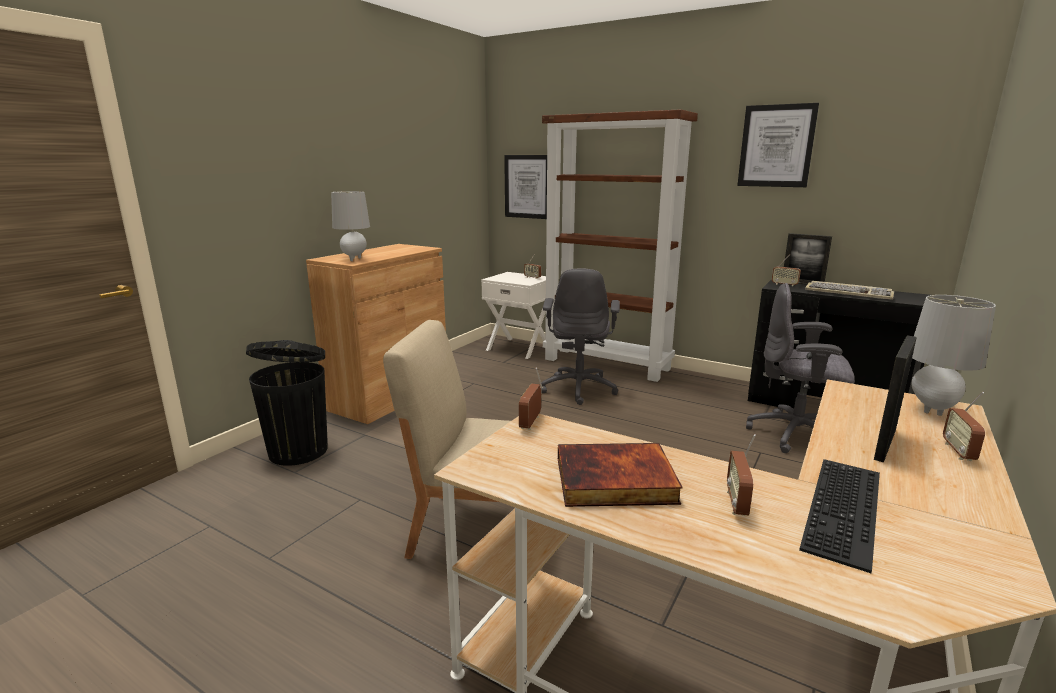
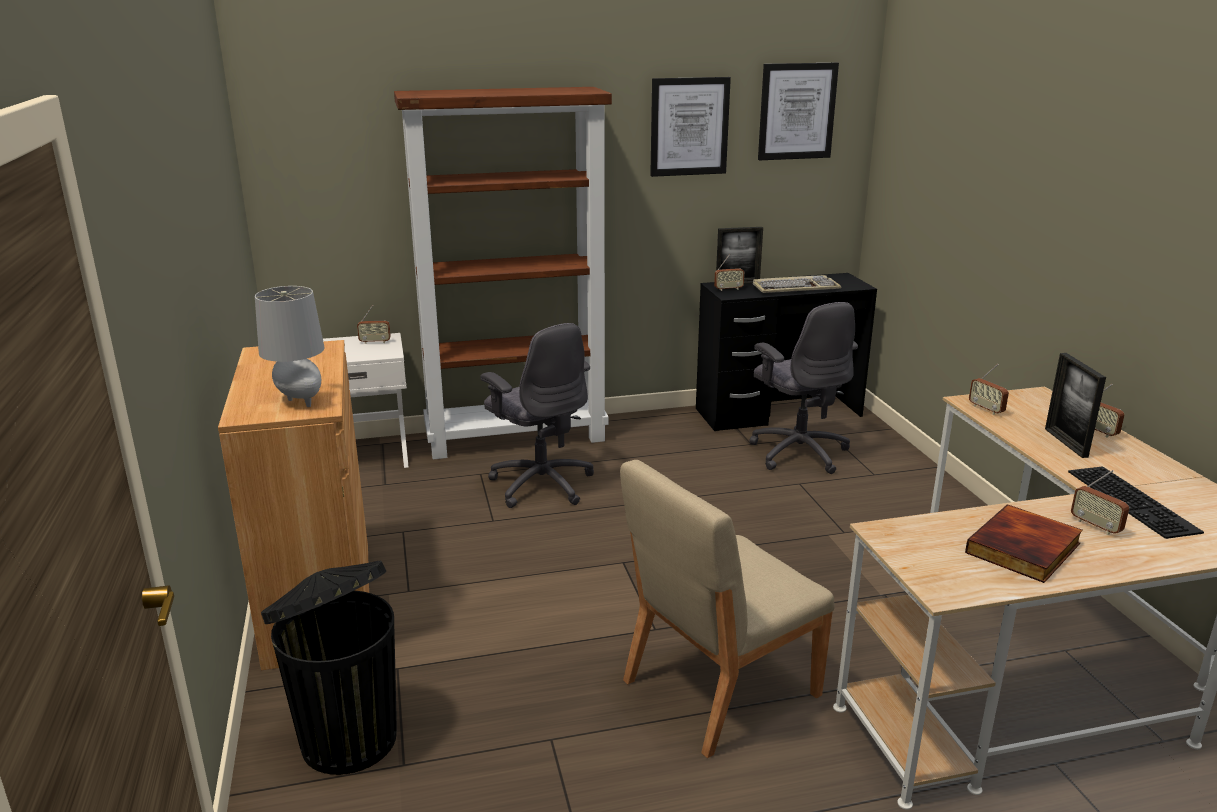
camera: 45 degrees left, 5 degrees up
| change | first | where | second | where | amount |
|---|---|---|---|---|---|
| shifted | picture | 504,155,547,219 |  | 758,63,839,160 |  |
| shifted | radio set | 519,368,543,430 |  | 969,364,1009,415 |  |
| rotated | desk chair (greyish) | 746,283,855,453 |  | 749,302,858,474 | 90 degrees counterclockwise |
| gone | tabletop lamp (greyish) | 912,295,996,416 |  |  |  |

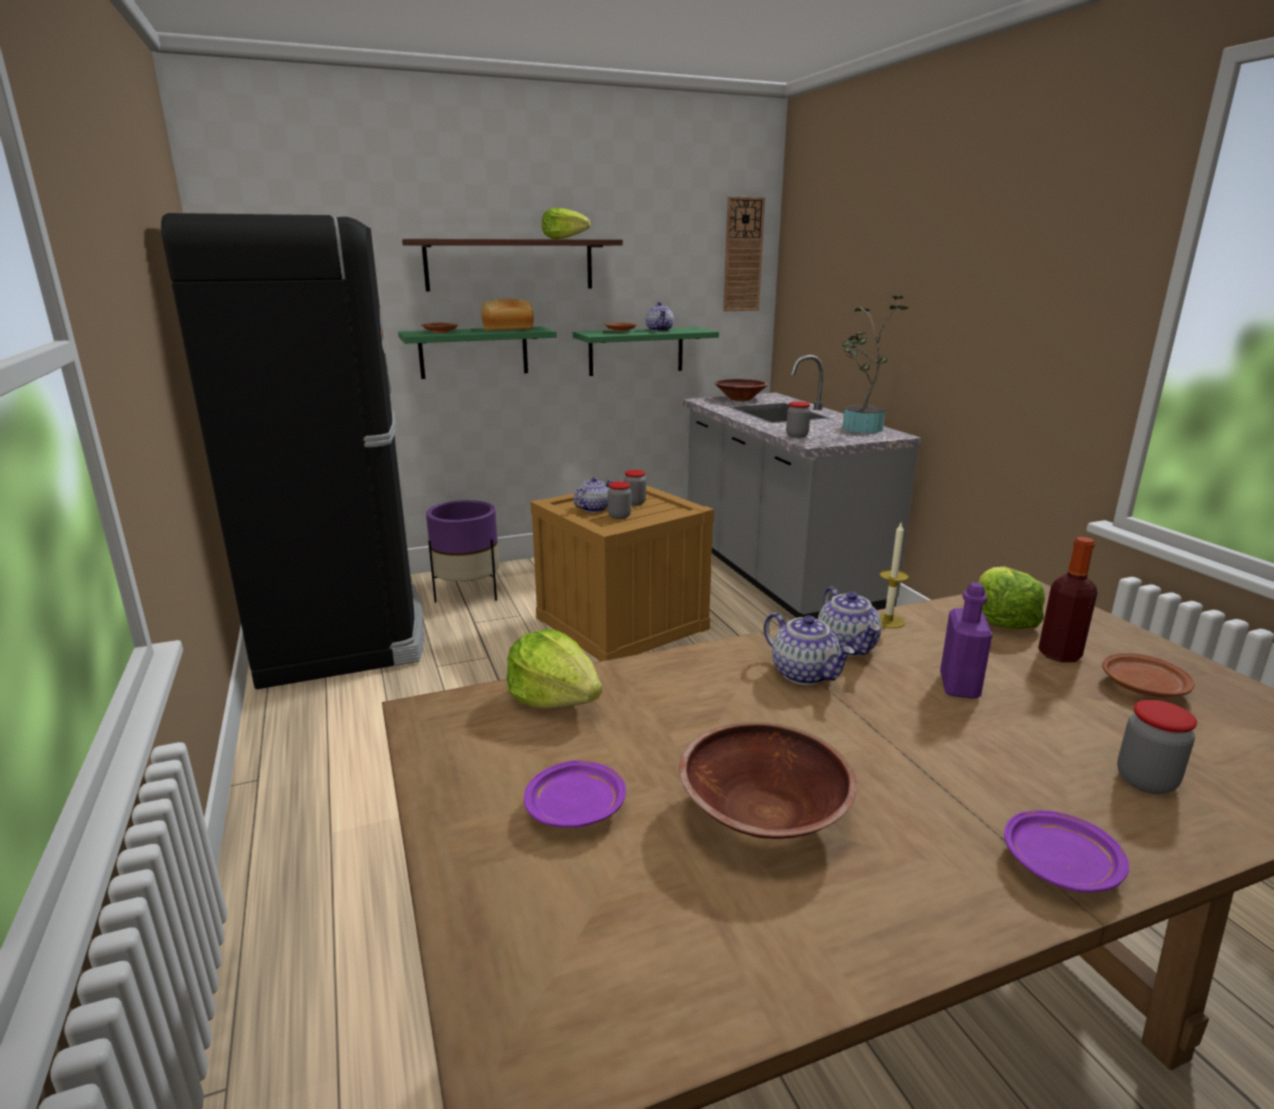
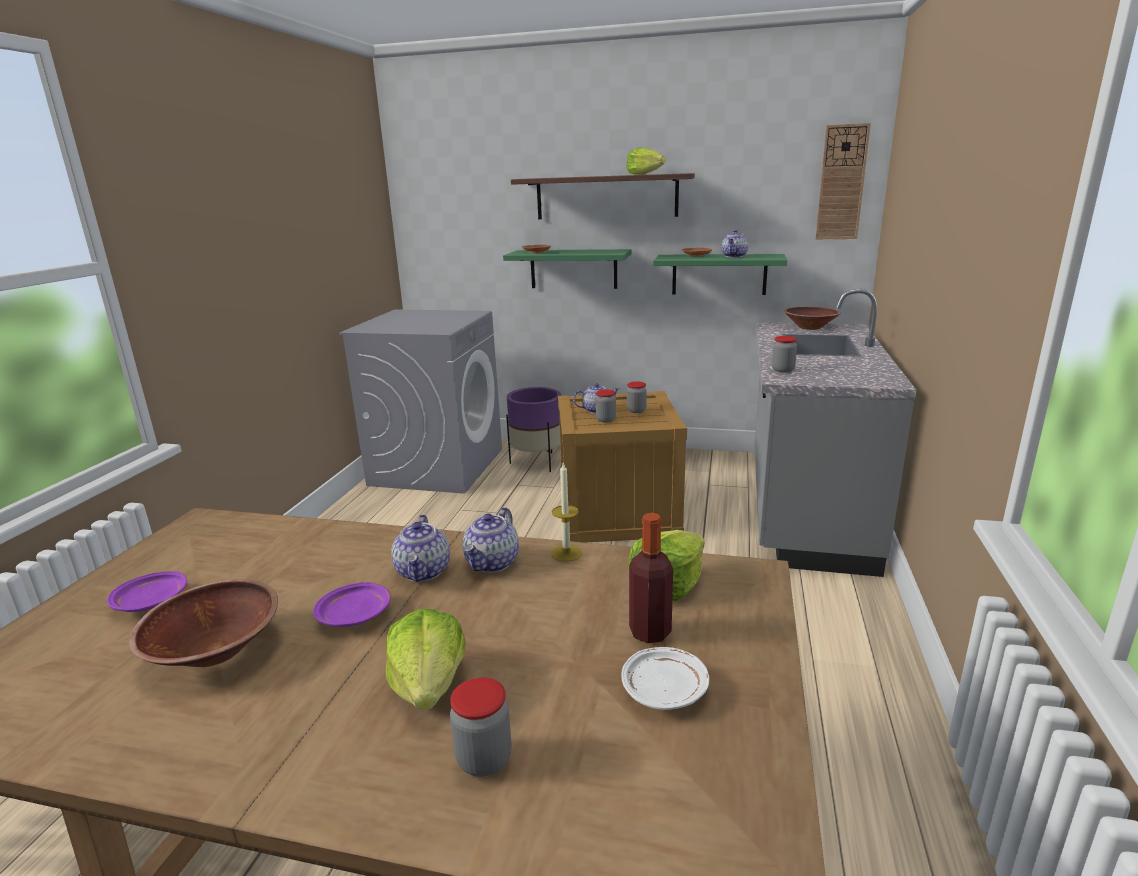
camera: 35 degrees right, 0 degrees up
| change | first | where | second | where | amount |
|---|---|---|---|---|---|
| swapped | fridge (blackish) | 161,213,424,689 | washing machine (greyish) | 339,310,502,494 |  |
| gone | bakery bread | 482,298,534,331 |  |  |  |
| shifted | head of lettuce | 507,629,602,708 |  | 386,609,466,710 |  |
| gone | plant in a pot | 842,296,908,433 |  |  |  |
| gone | drink bottle (purple-coloured) | 940,582,992,699 |  |  |  |
| shifted | flat dish (purple-coloured) | 1004,810,1129,893 |  | 313,582,390,627 |  |
| repainted | flat dish (brown-coloured) | 1102,653,1195,697 | flat dish (whitish) | 621,647,709,710 |  |

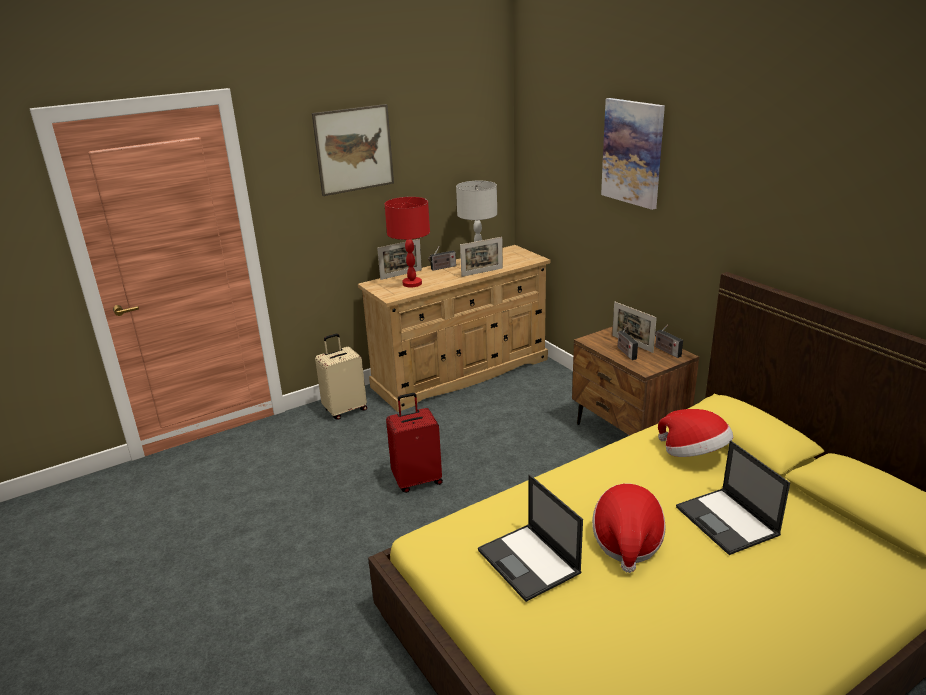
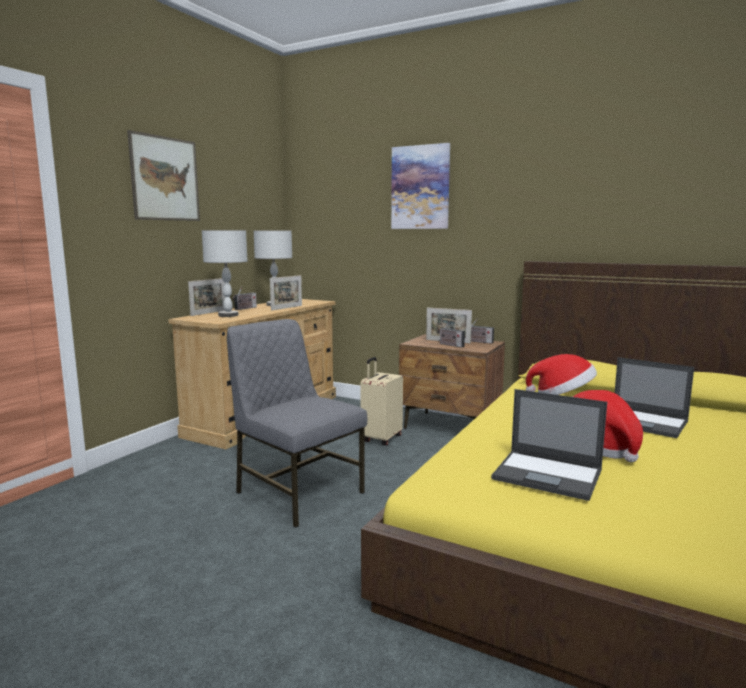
camera: 30 degrees left, 15 degrees down
| change | first | where | second | where | amount |
|---|---|---|---|---|---|
| shifted | suitcase (sand-coloured) | 315,334,367,420 |  | 360,357,403,446 |  |
| repainted | tabletop lamp (red-coloured) | 385,197,430,288 | tabletop lamp (greyish) | 202,230,248,317 |  |
| swapped | suitcase (red-coloured) | 386,393,443,493 | chair (greyish) | 227,319,367,528 |  |

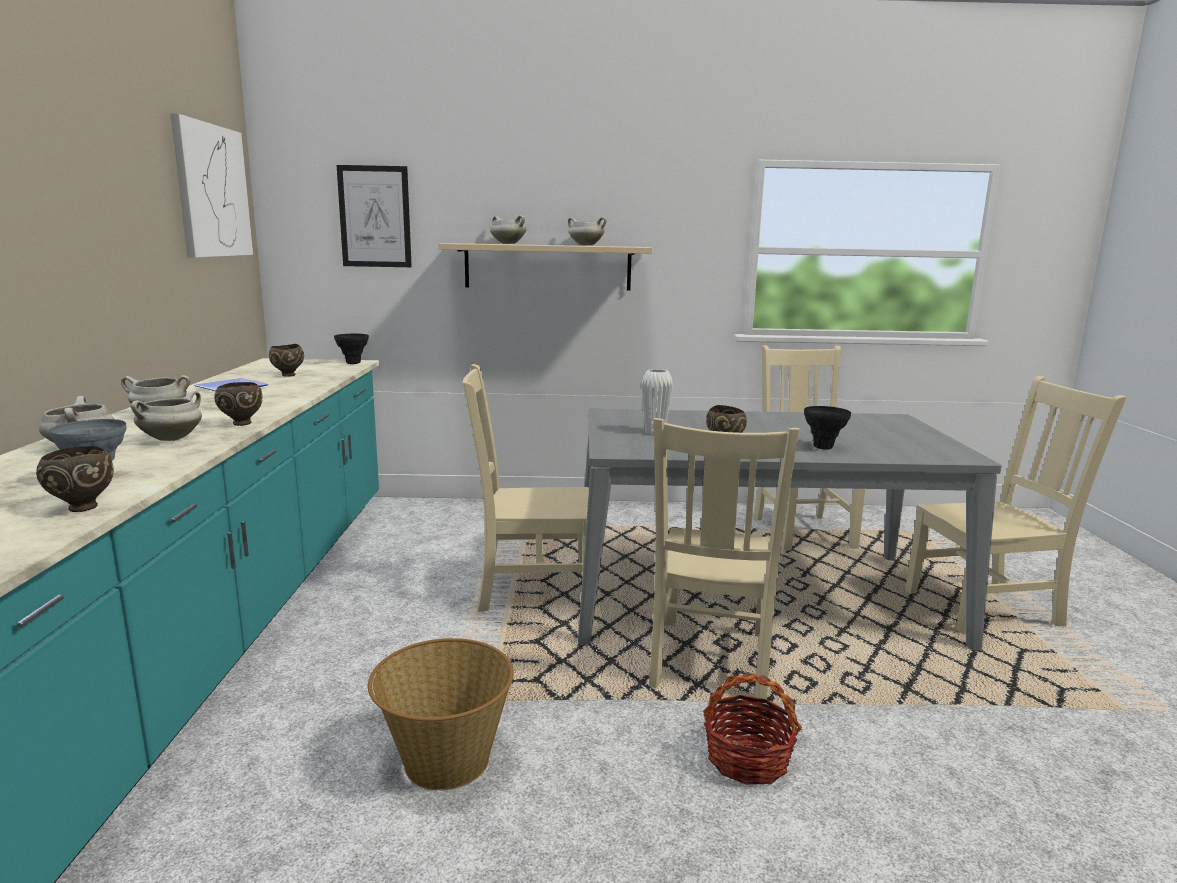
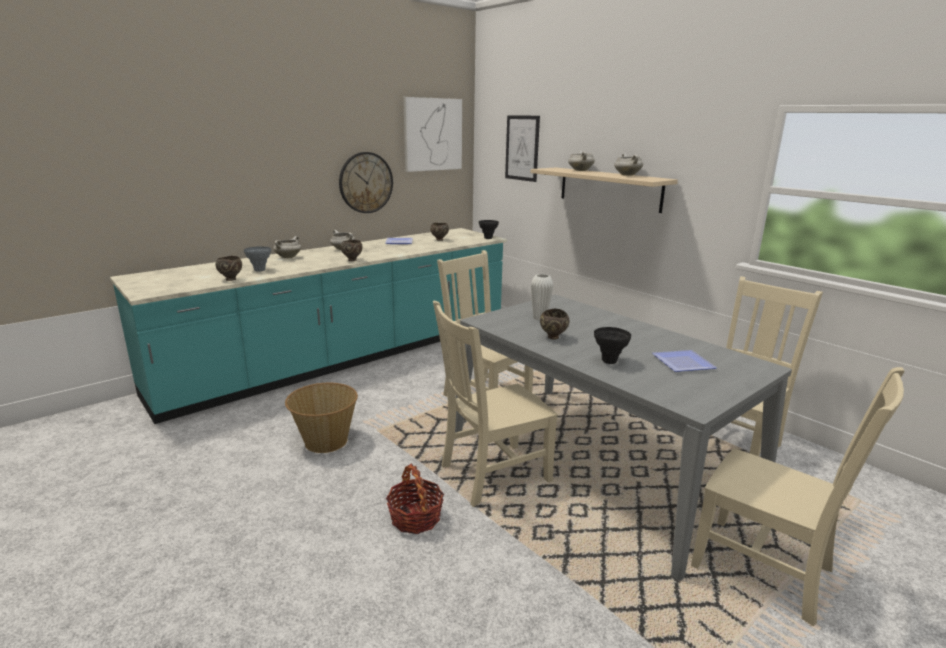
camera: 50 degrees right, 5 degrees up
| change | first | where | second | where | amount |
|---|---|---|---|---|---|
| gone | stockpot (whitish) | 131,391,202,441 |  |  |  |
| new |  |  | hanging clock | 339,152,393,213 |  |
| new |  |  | flat dish | 652,350,717,372 |  |

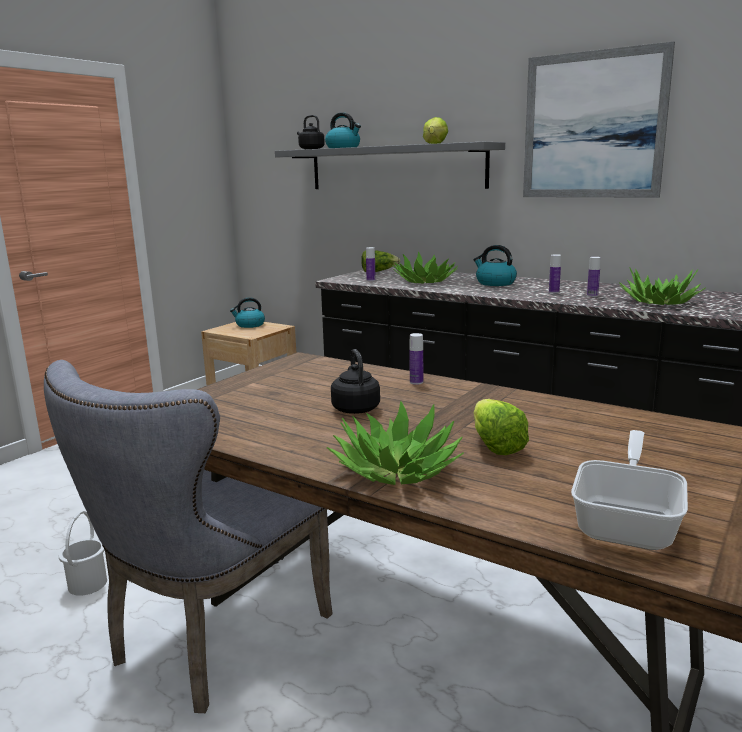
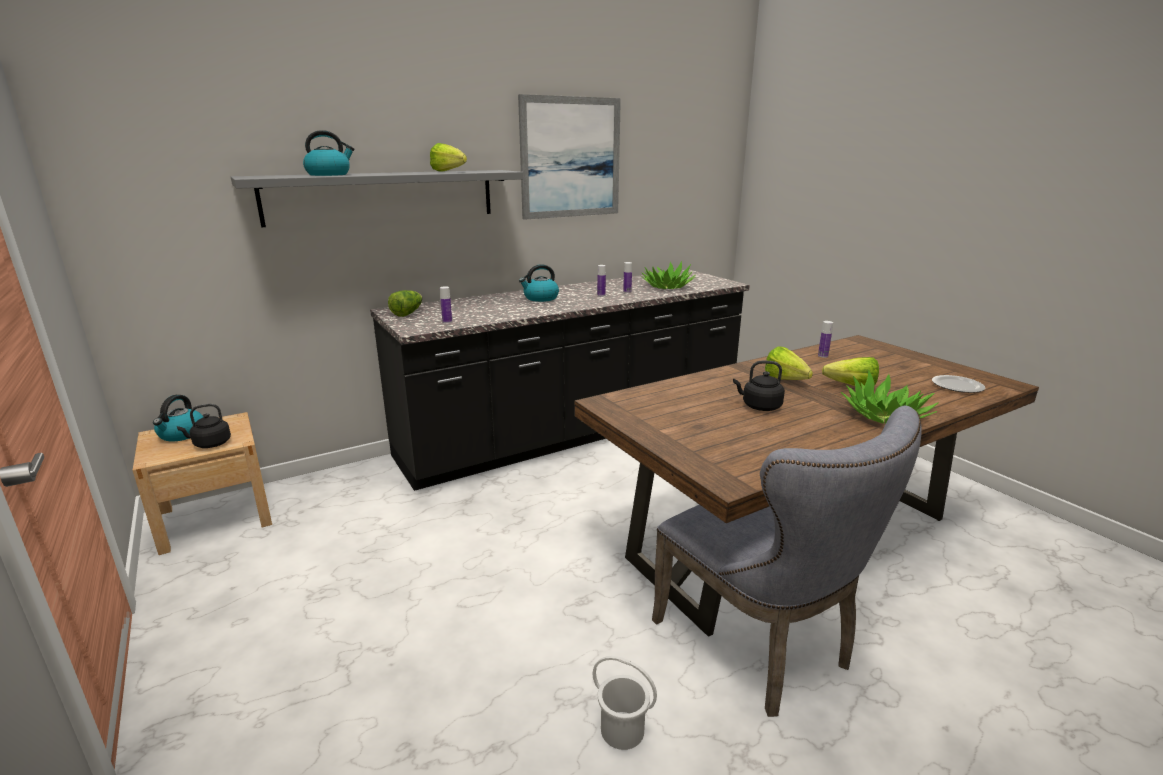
camera: 65 degrees left, 5 degrees up
| change | first | where | second | where | amount |
|---|---|---|---|---|---|
| shifted | tea kettle (blackish) | 297,115,325,149 |  | 177,404,231,448 |  |
| gone | plant in a pot | 392,251,458,284 |  |  |  |
| shifted | drink bottle | 409,333,423,385 |  | 818,321,833,358 |  |
| swapped | pan | 571,430,688,550 | flat dish | 932,375,985,393 |  |
| new |  |  | head of lettuce | 765,347,813,380 |  |

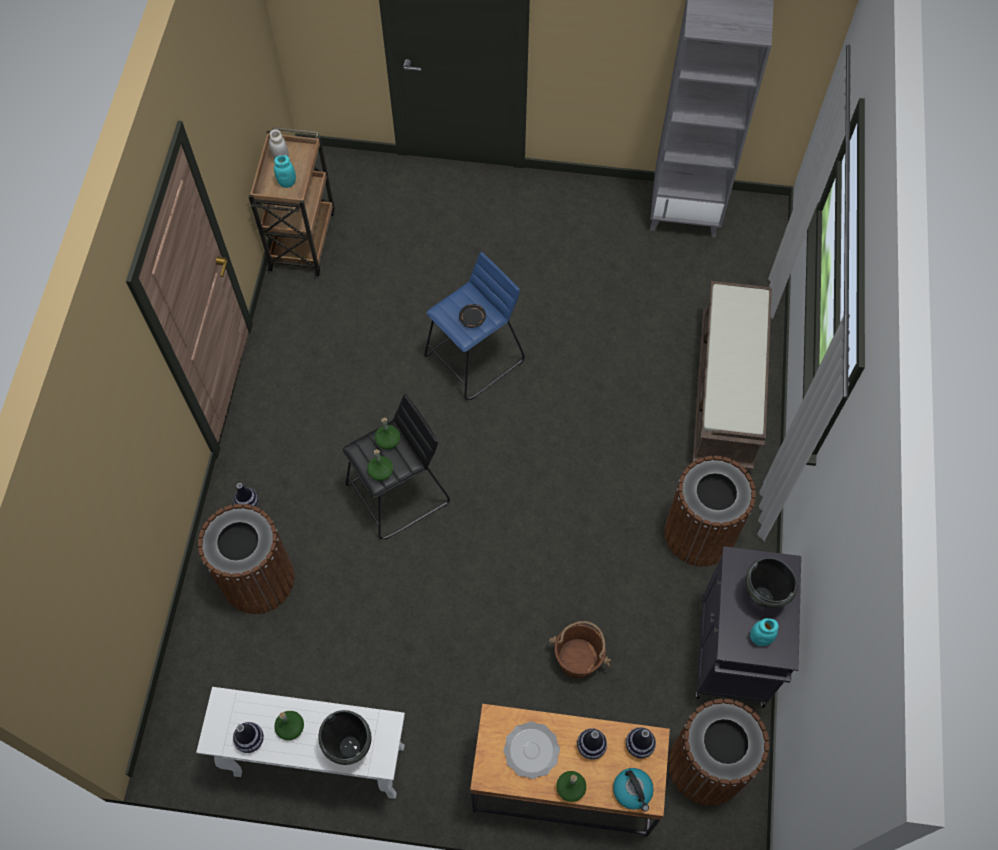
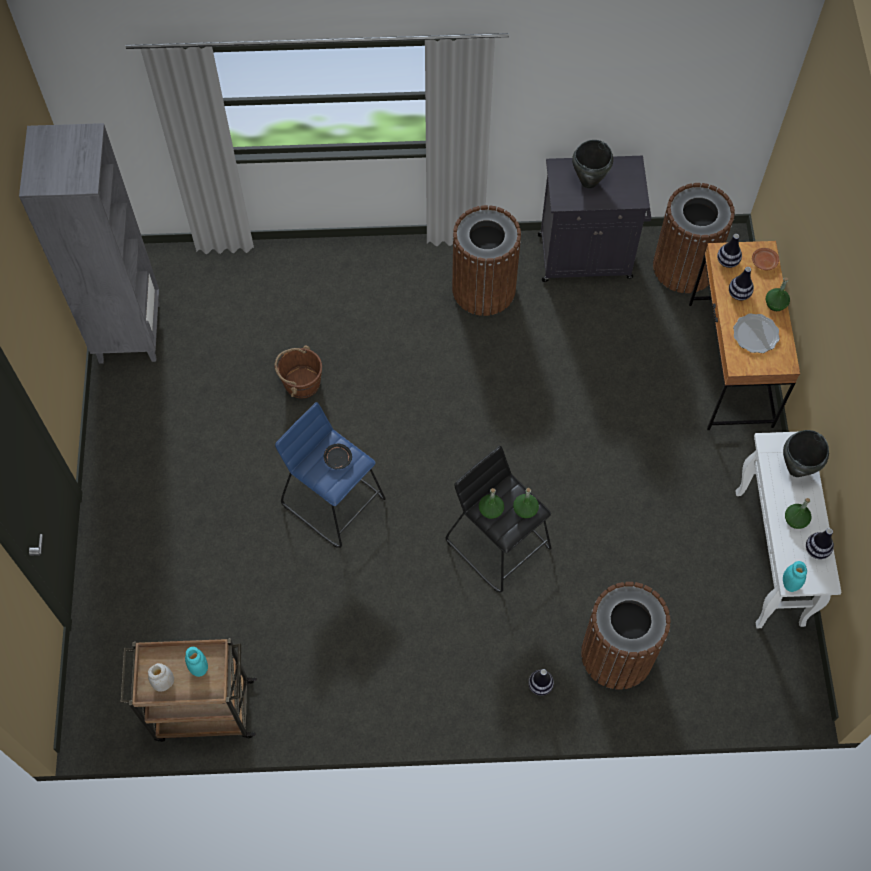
camera: 100 degrees left, 0 degrees up
| change | first | where | second | where | amount |
|---|---|---|---|---|---|
| shifted | water bucket (brown-coloured) | 549,621,611,679 |  | 275,345,322,399 |  |
| swapped | tea kettle | 613,768,654,812 | flat dish (brown-coloured) | 752,248,779,270 |  |
| gone | indoor bench (brown-coloured) | 692,281,772,472 |  |  |  |
| shifted | preserve jar (turquoise-coloured) | 750,618,779,646 |  | 783,561,807,592 |  |

